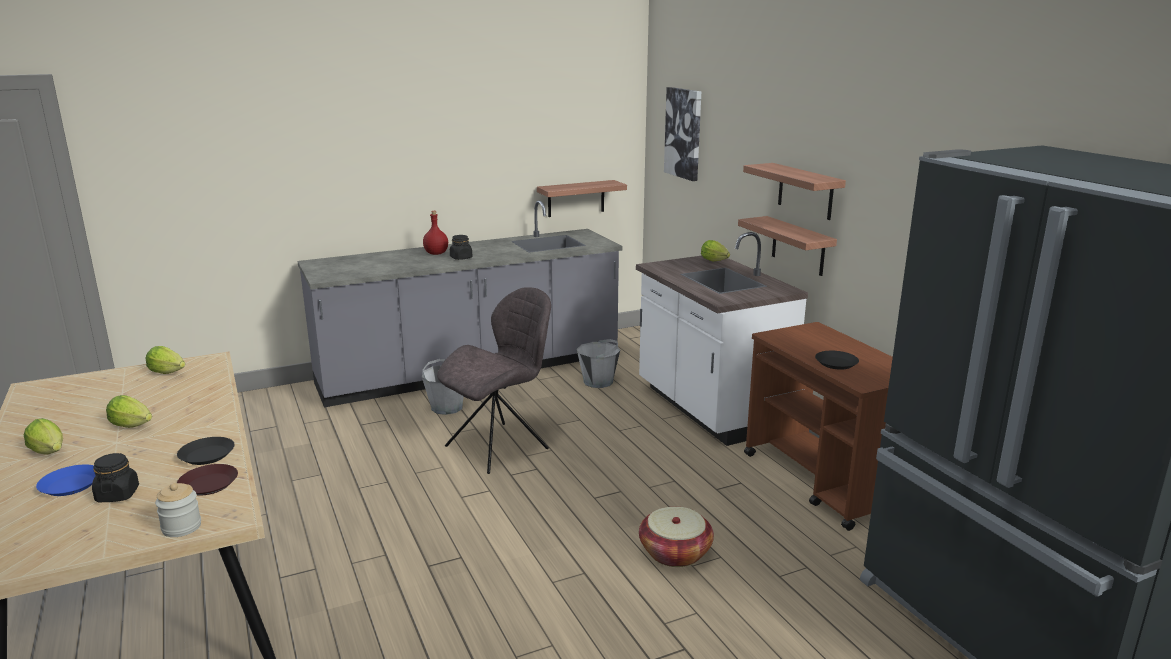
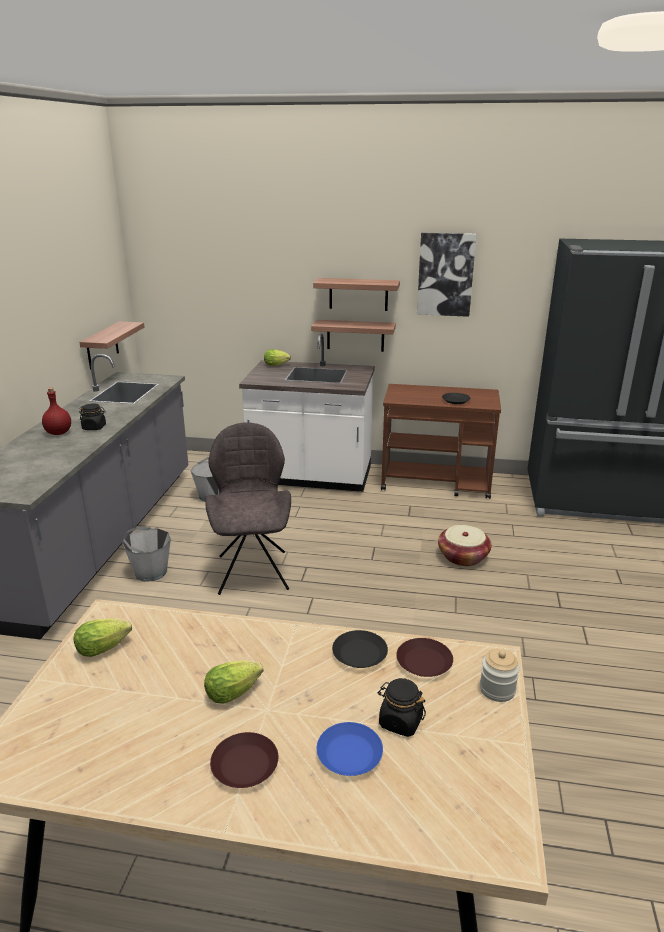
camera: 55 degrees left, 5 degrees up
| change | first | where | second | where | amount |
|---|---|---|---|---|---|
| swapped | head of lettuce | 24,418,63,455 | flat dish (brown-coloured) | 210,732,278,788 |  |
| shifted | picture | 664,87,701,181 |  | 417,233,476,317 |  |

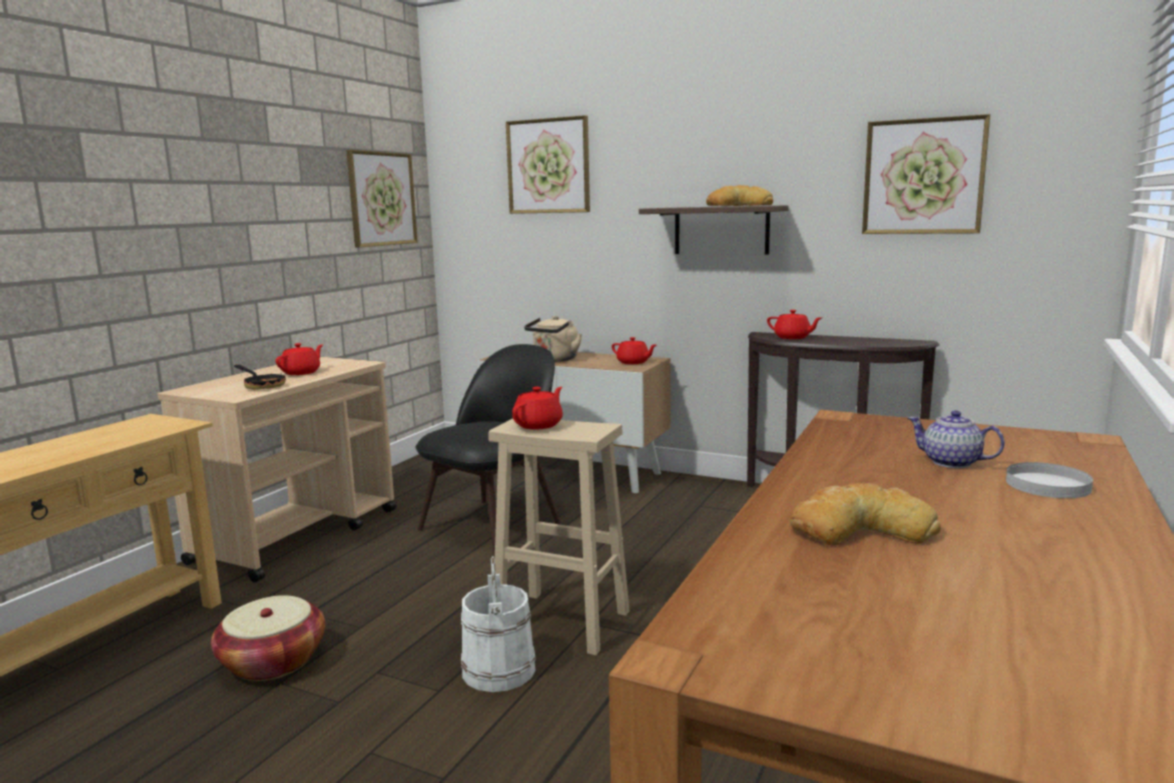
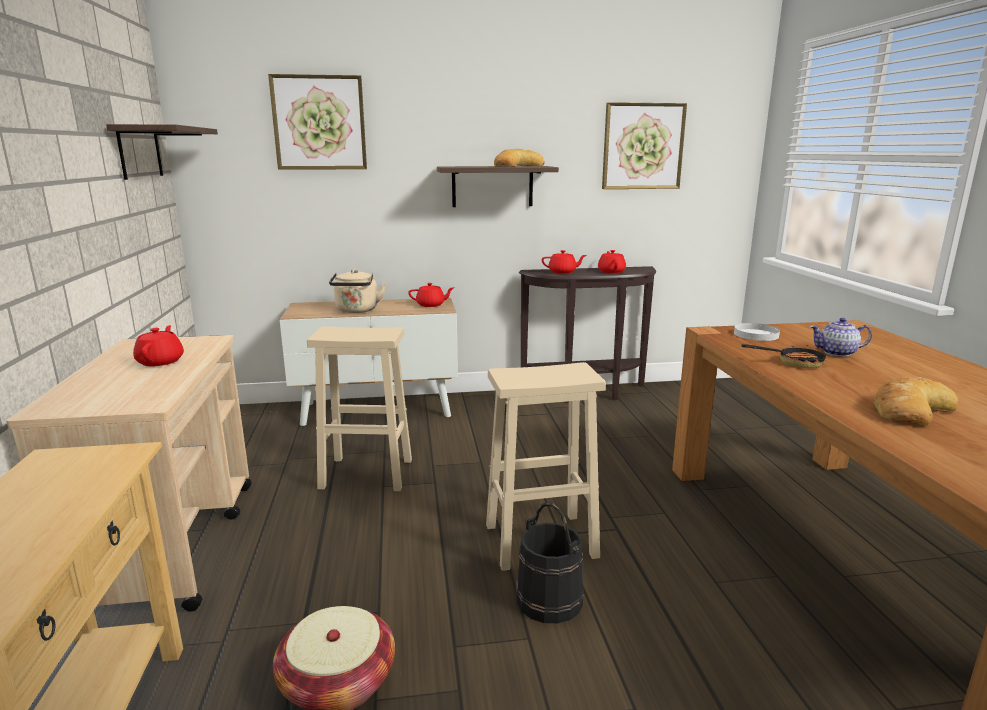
camera: 35 degrees left, 5 degrees up
| change | first | where | second | where | amount |
|---|---|---|---|---|---|
| shifted | pan | 234,365,287,390 |  | 741,344,826,368 |  |
| swapped | picture | 346,150,418,247 | shelf | 106,124,218,180 |  |
| swapped | chair (blackish) | 415,344,560,556 | sitting stool (sand-coloured) | 307,326,412,491 |  |
| repainted | water bucket (whitish) | 461,556,536,692 | water bucket (blackish) | 516,502,584,623 |  |
| shifted | teapot (red-coloured) | 512,387,563,430 |  | 598,250,626,273 |  |
| shifted | flat dish (whitish) | 1006,462,1093,498 |  | 734,323,780,341 |  |

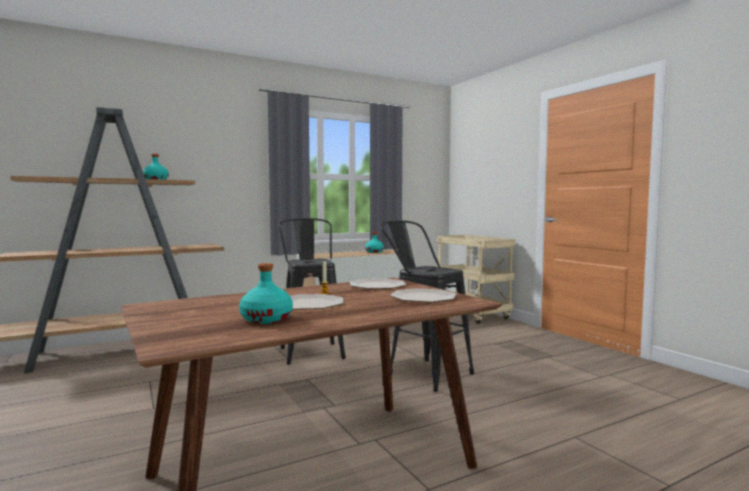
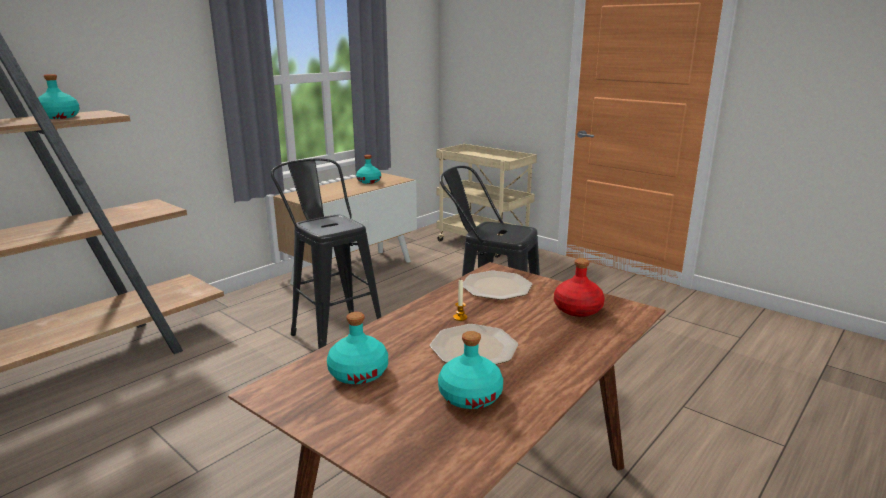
camera: 20 degrees left, 15 degrees up
| change | first | where | second | where | amount |
|---|---|---|---|---|---|
| swapped | flat dish | 390,288,456,302 | drink bottle (red-coloured) | 554,258,605,317 |  |
| new |  |  | drink bottle (turquoise-coloured) | 327,312,388,385 |  |

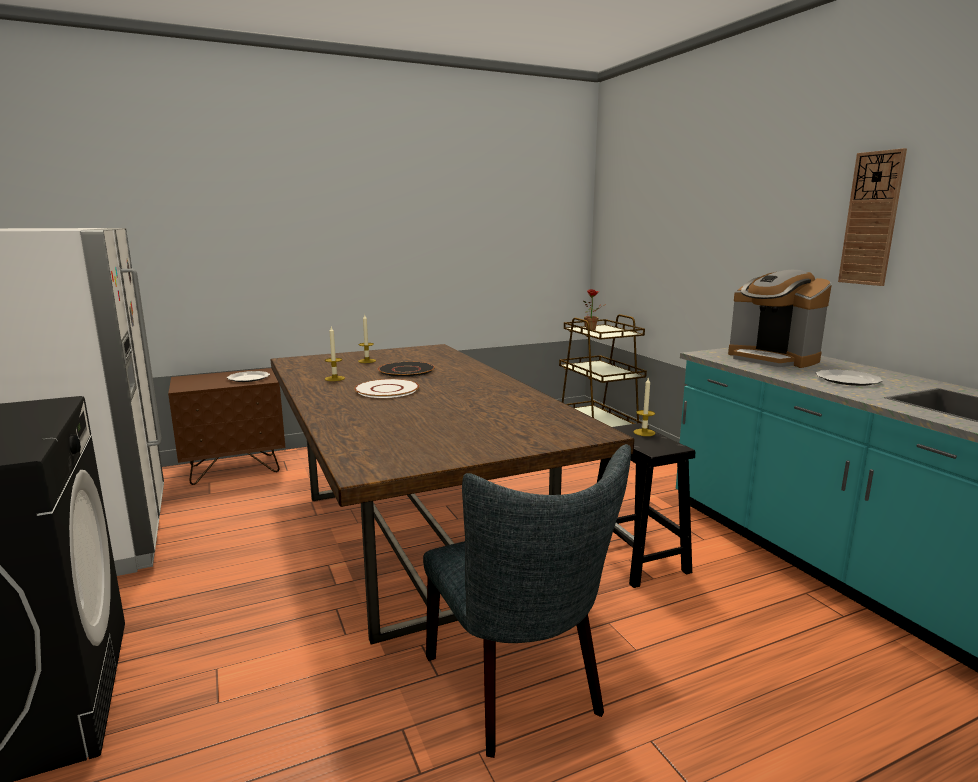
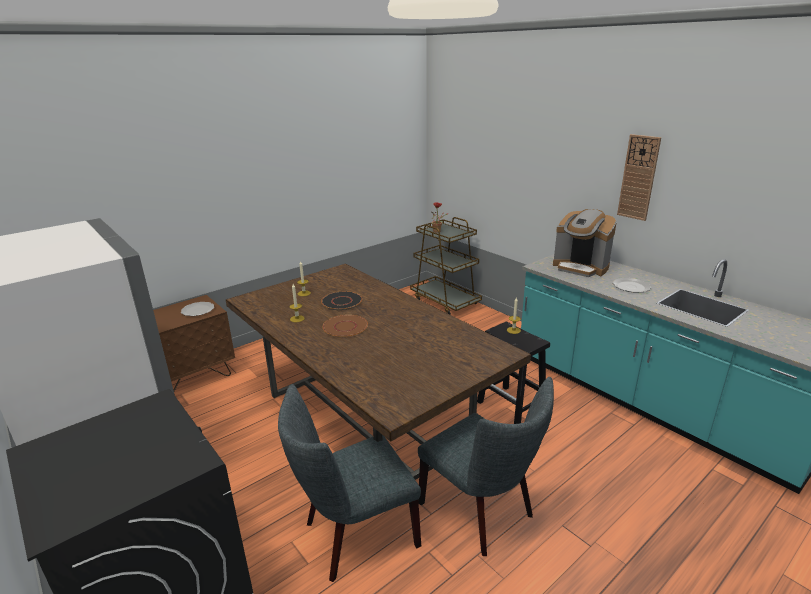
camera: 15 degrees left, 10 degrees up
| change | first | where | second | where | amount |
|---|---|---|---|---|---|
| repainted | flat dish (whitish) | 354,379,419,398 | flat dish (brown-coloured) | 323,315,368,337 |  |
| new |  |  | chair (greyish) | 278,384,421,582 |  |

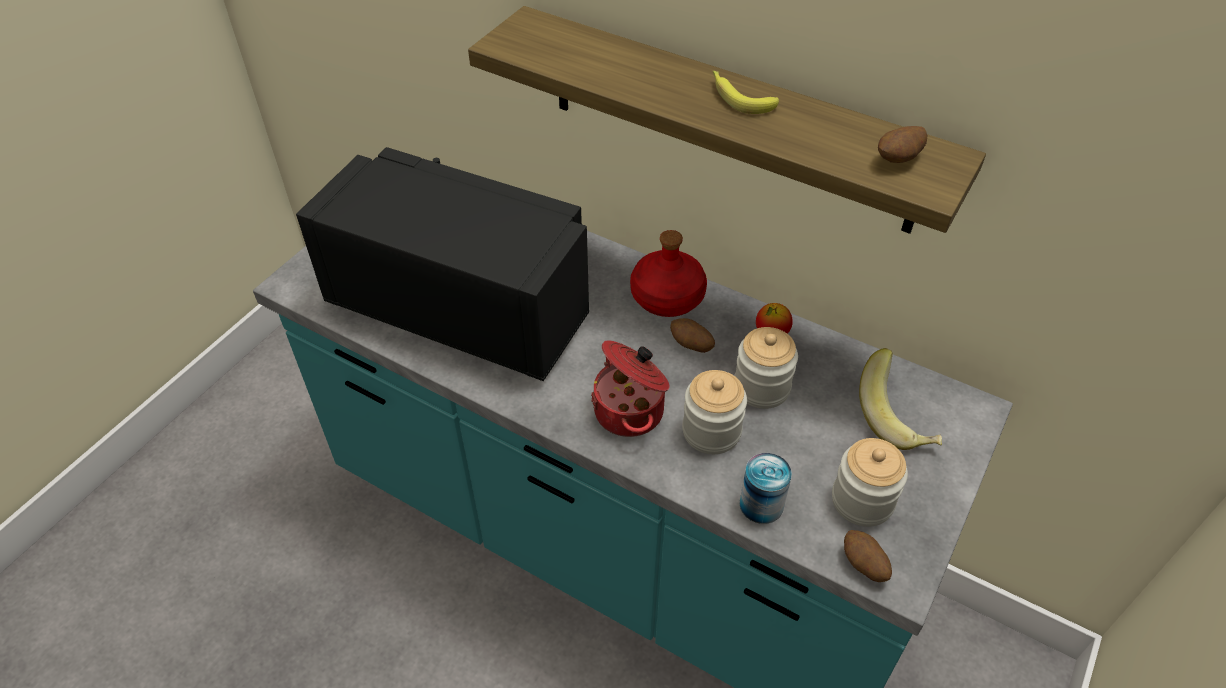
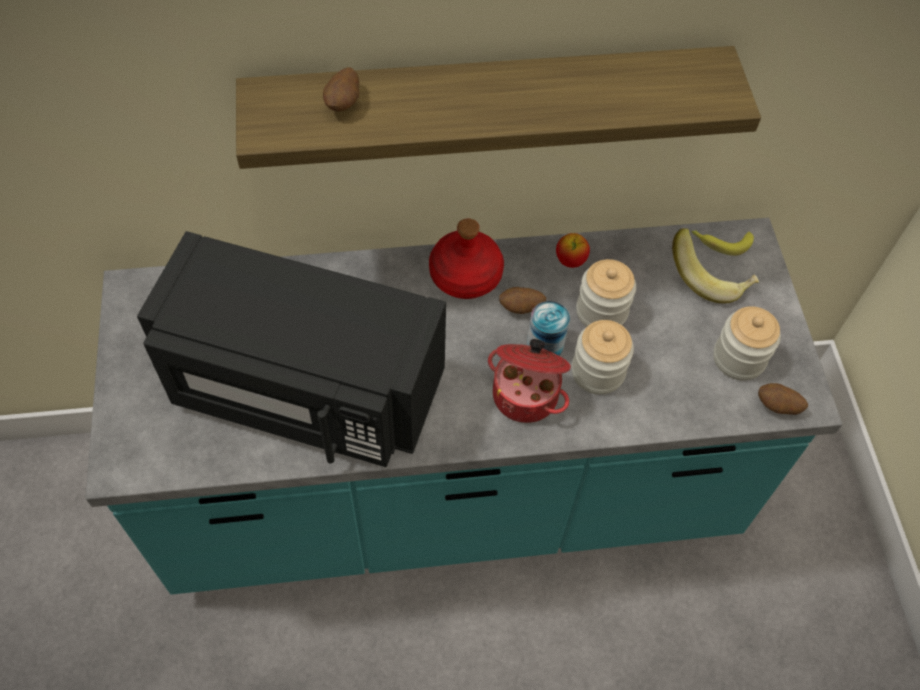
camera: 40 degrees left, 10 degrees up
| change | first | where | second | where | amount |
|---|---|---|---|---|---|
| rotated | microwave oven (blackish) | 296,147,589,381 |  | 137,231,446,467 | 150 degrees counterclockwise |
| shifted | banana | 713,71,779,114 |  | 691,230,754,256 |  |
| shifted | metal can | 740,453,792,524 |  | 527,301,570,356 |  |
| shifted | whole potato | 878,126,927,163 |  | 323,67,359,112 |  |

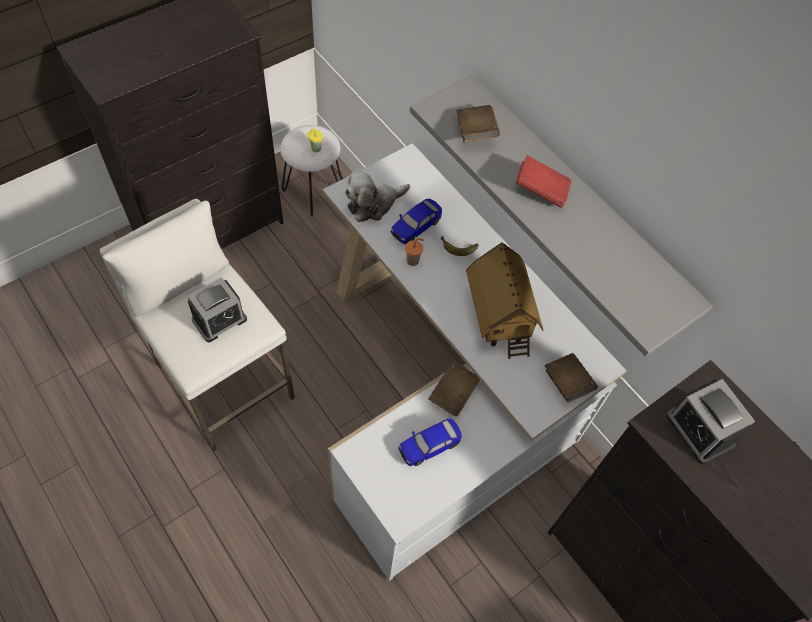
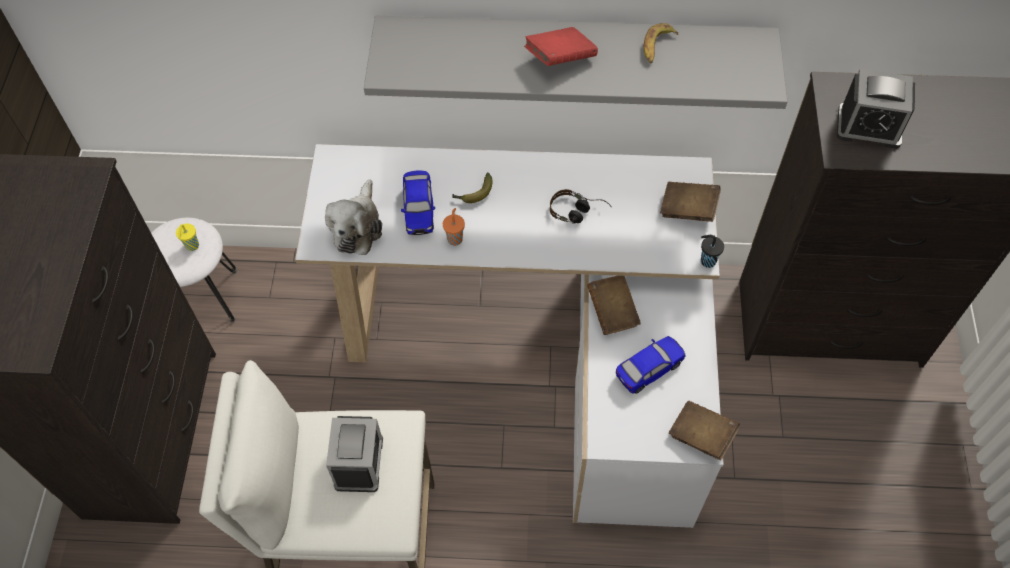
camera: 45 degrees left, 0 degrees up
| change | first | where | second | where | amount |
|---|---|---|---|---|---|
| rotated | toy car | 399,419,462,466 |  | 616,336,686,394 | 135 degrees counterclockwise |
| shifted | bound book (brown-coloured) | 457,105,500,143 |  | 669,401,740,460 |  |
| swapped | model house | 466,242,544,359 | pair of headphones | 550,189,611,224 |  |
| new |  |  | banana | 644,23,679,64 |  |
| new |  |  | cup (blackish) | 701,235,724,268 |  |

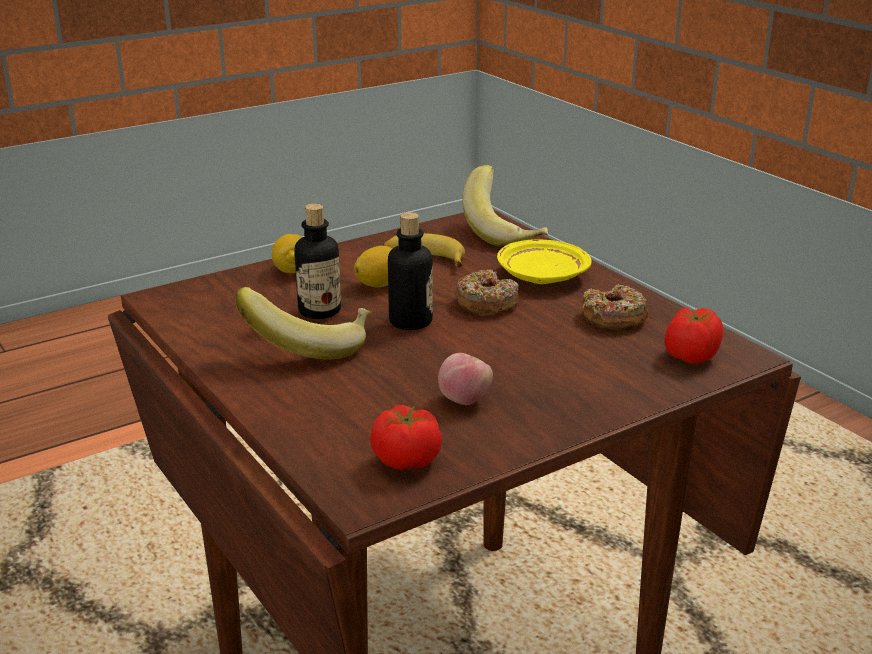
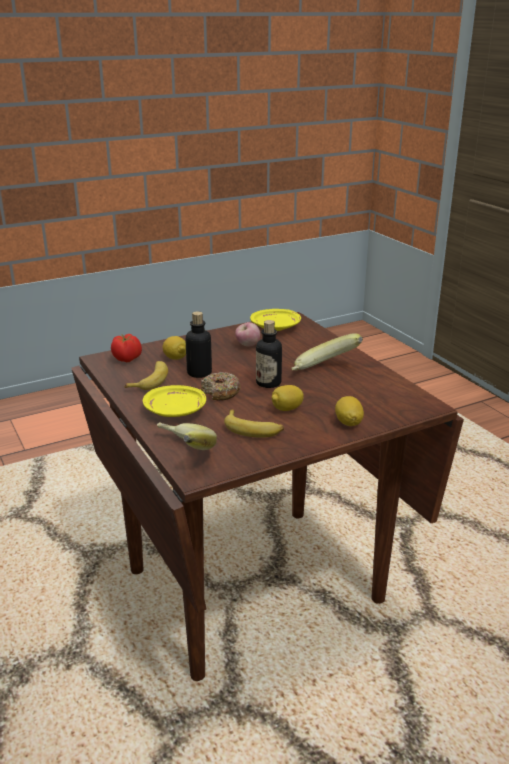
camera: 175 degrees left, 0 degrees up
| change | first | where | second | where | amount |
|---|---|---|---|---|---|
| shifted | drink bottle | 294,204,341,319 |  | 185,311,212,378 |  |
| swapped | tomato | 370,405,442,470 | flat dish (yellowish) | 250,309,301,331 |  |
| swapped | ring doughnut | 581,285,649,330 | banana | 124,361,168,390 |  |
| new |  |  | lemon | 163,336,186,360 |  |

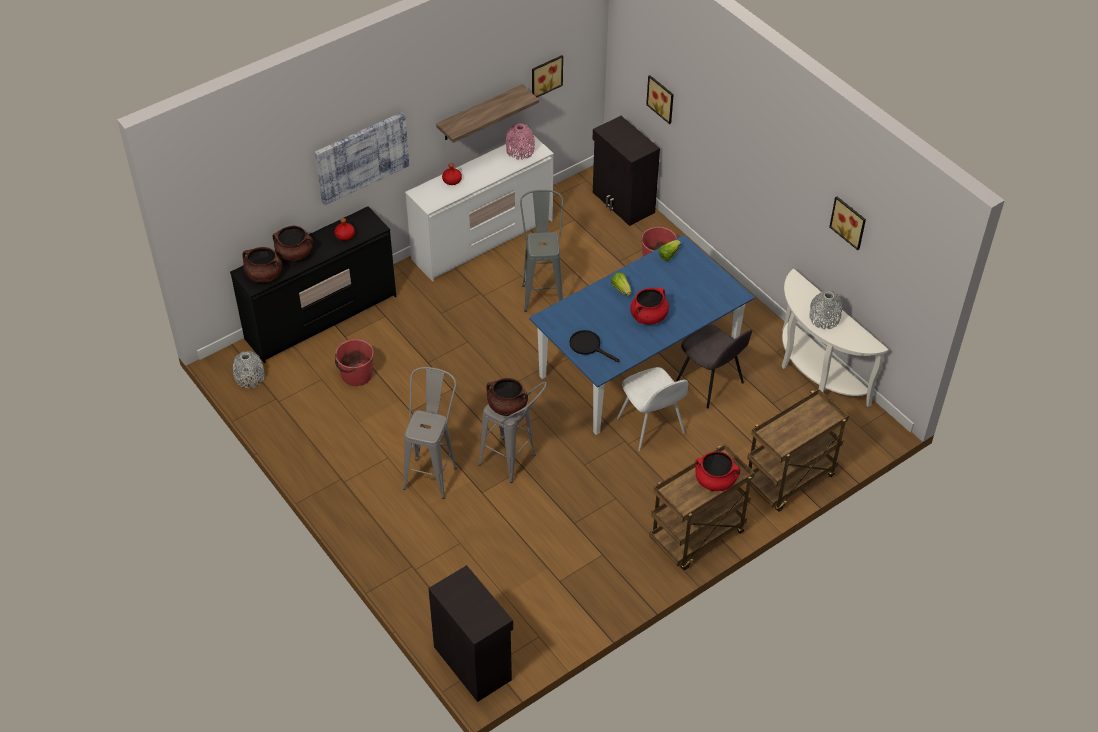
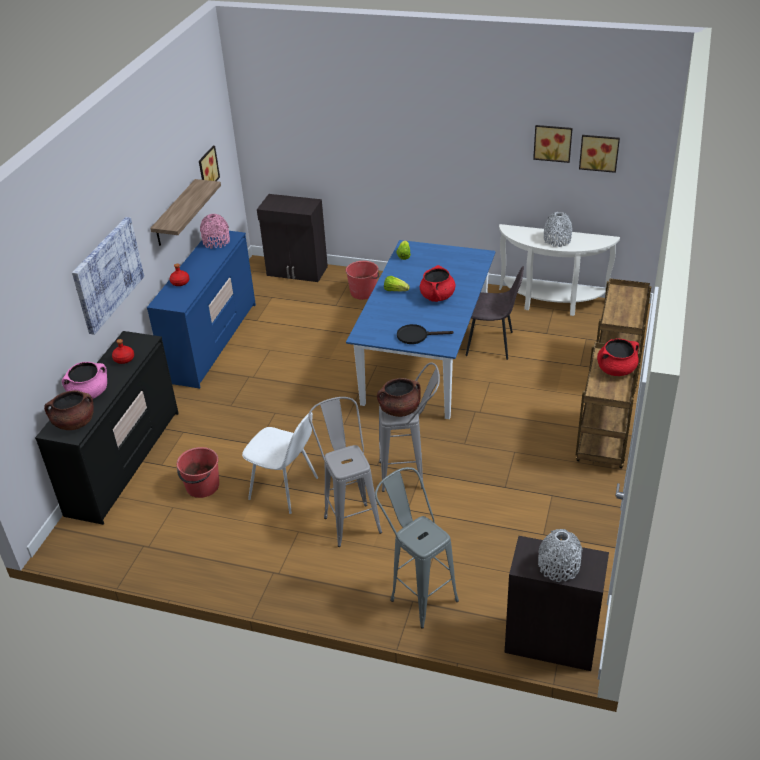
camera: 35 degrees left, 10 degrees down
| change | first | where | second | where | amount |
|---|---|---|---|---|---|
| shifted | vase (greyish) | 233,351,265,389 |  | 538,529,582,582 |  |
| repainted | stockpot (brown-coloured) | 272,226,313,261 | stockpot (pinkish) | 62,362,107,399 |  |
| repainted | chest of drawers (whitish) | 405,136,554,282 | chest of drawers (blue-coloured) | 147,231,256,389 |  |
| shifted | sitting stool (greyish) | 520,190,563,312 |  | 375,467,459,629 |  |
| shifted | chair (whitish) | 617,367,688,451 |  | 242,412,318,514 |  |
| shifted | picture | 646,75,674,124 |  | 579,135,620,173 |  |

